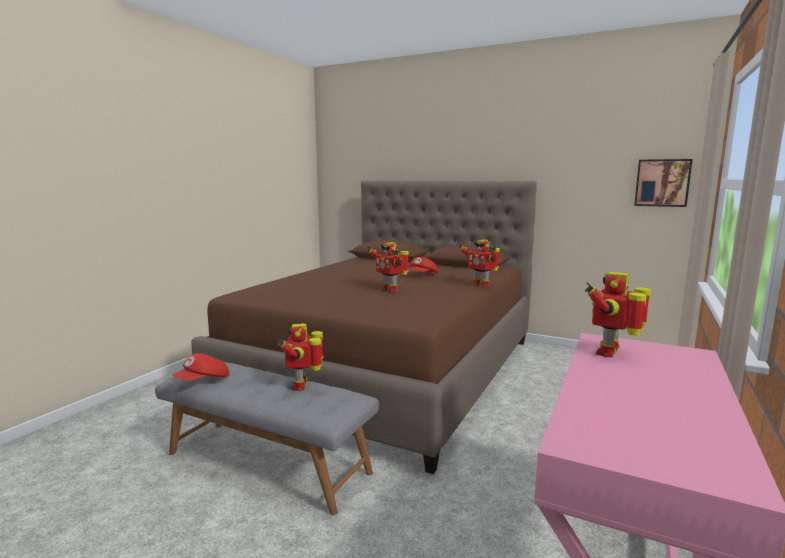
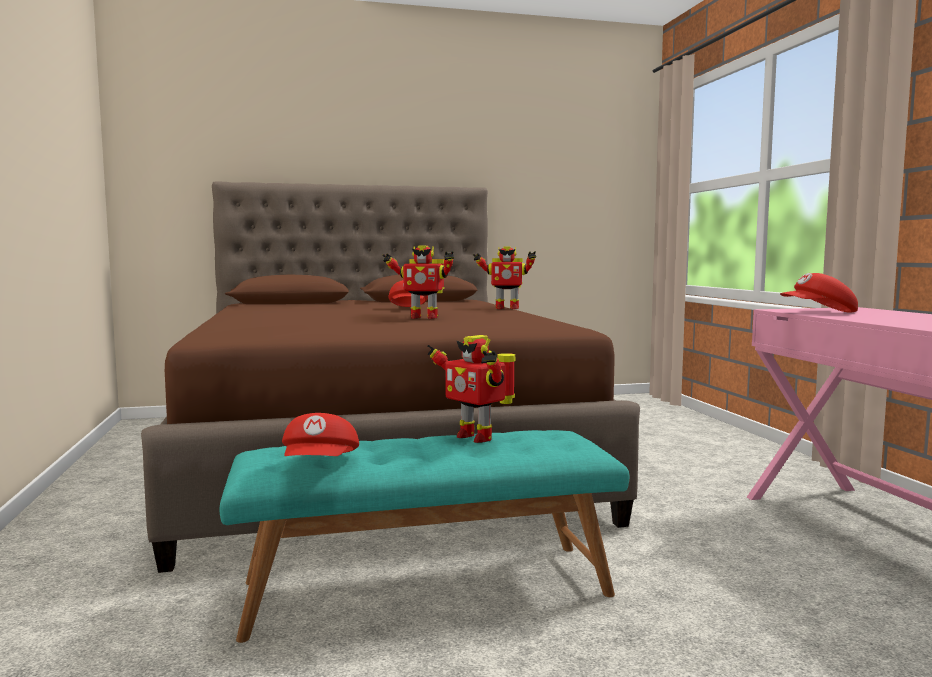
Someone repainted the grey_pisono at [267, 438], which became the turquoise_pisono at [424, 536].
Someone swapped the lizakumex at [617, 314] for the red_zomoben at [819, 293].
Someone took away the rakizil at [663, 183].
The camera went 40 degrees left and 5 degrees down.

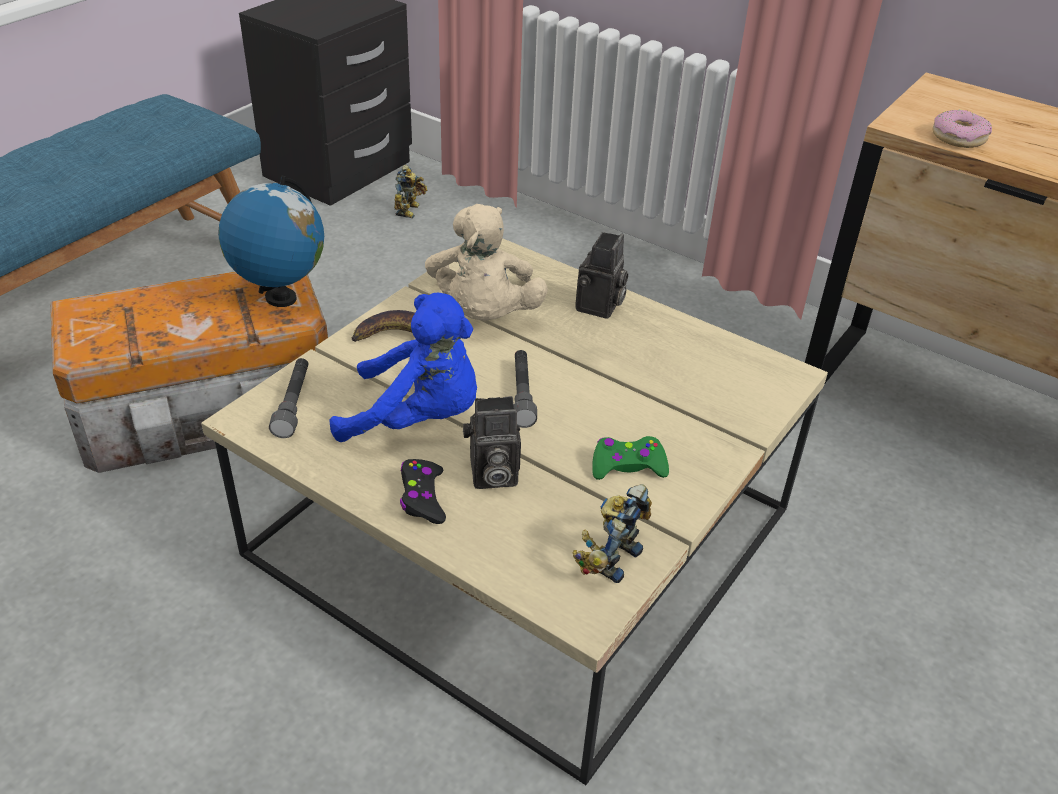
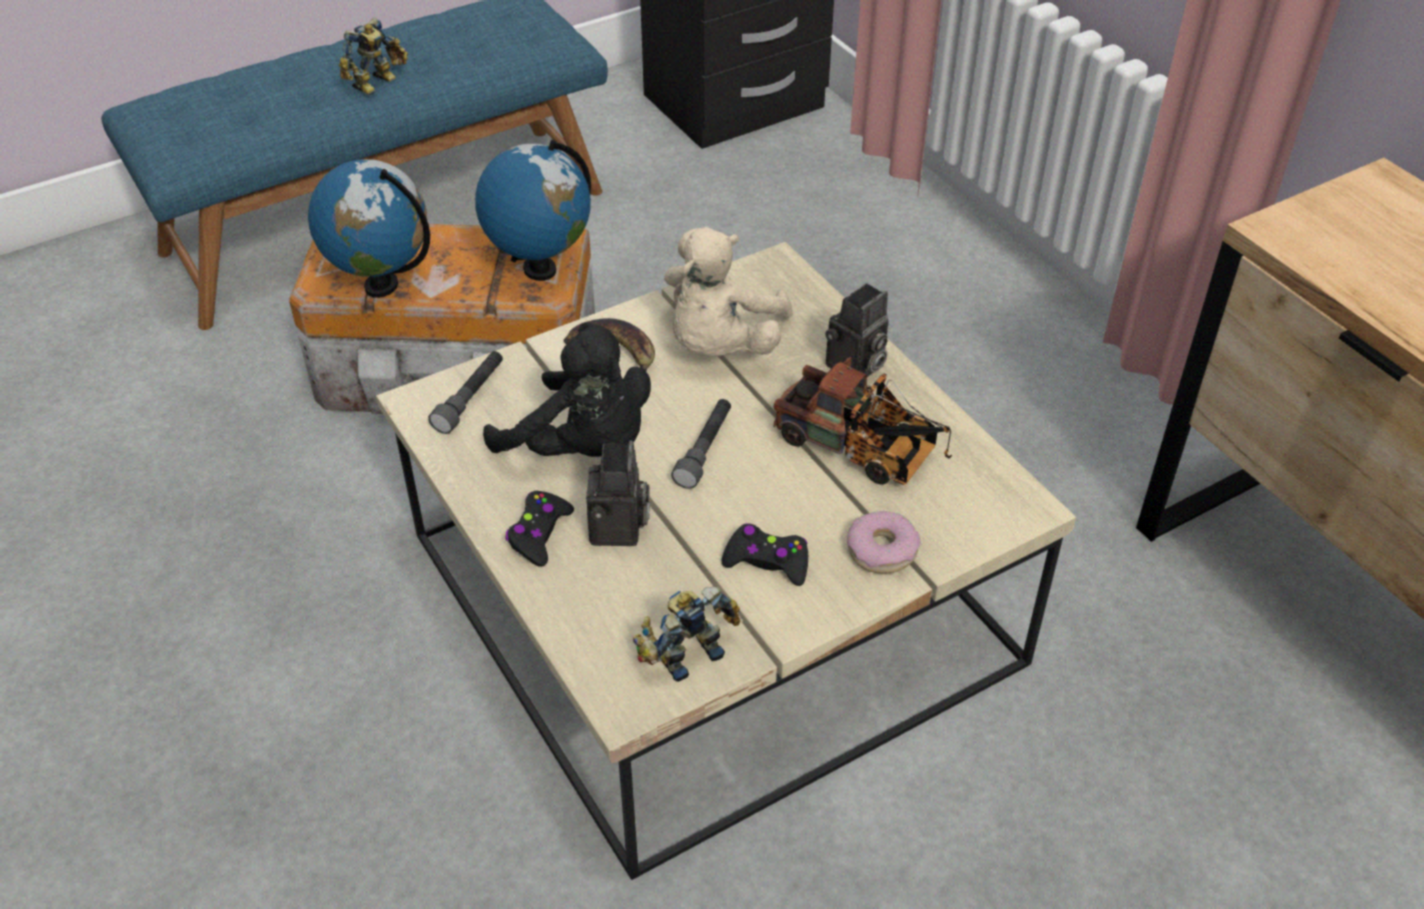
Someone put down the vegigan at [369, 228].
Someone carried the lizakumex from [411, 191] to [373, 57].
Someone repainted the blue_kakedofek at [403, 367], which became the black_kakedofek at [567, 389].
Someone rotated the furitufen at [492, 442] by 105 degrees counterclockwise.
Someone repainted the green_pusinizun at [630, 458], which became the black_pusinizun at [765, 554].
Someone put down the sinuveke at [863, 421].
Someone carried the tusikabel from [962, 129] to [884, 542].
The camera went 25 degrees right and 5 degrees up.

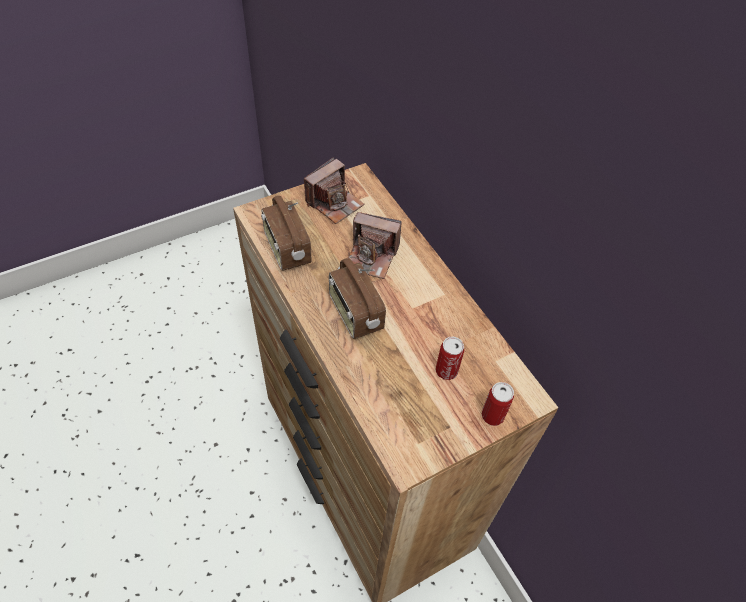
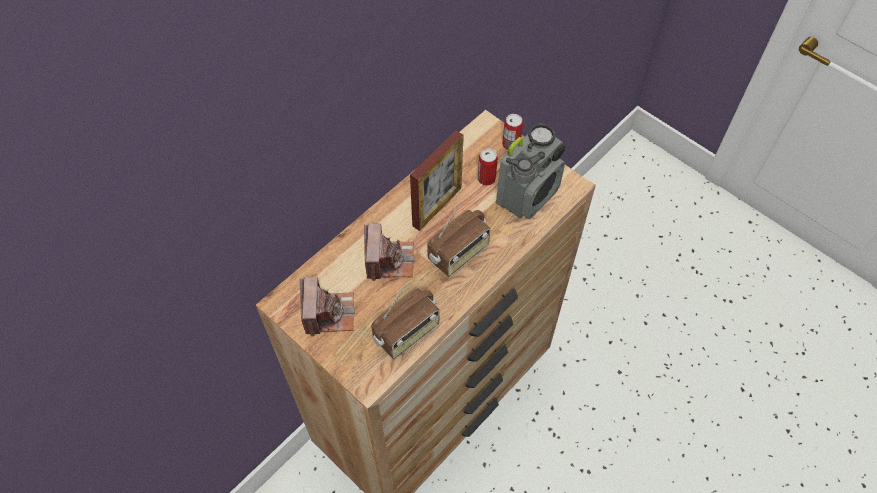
Someone rotated the furitufen at [334, 190] by 60 degrees clockwise.
Someone put down the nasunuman at [437, 180].
Someone put down the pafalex at [530, 171].
The camera went 105 degrees left and 5 degrees up.

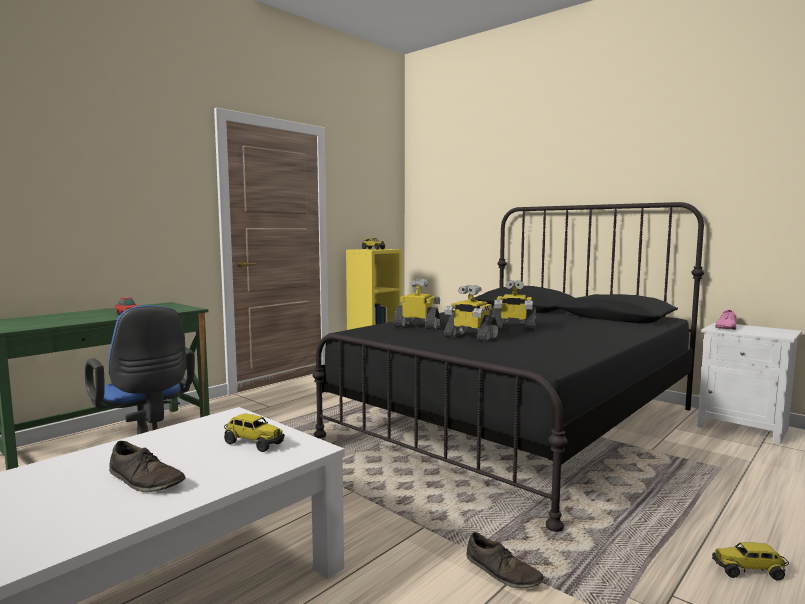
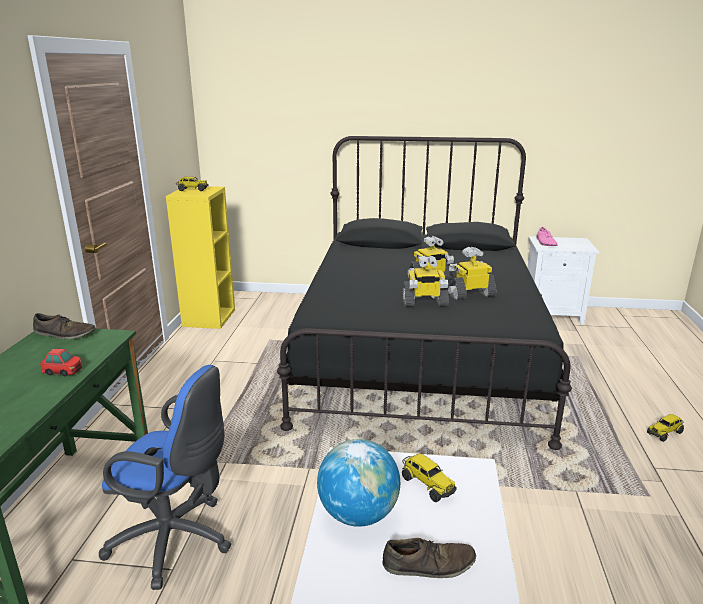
Someone carried the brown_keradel from [505, 560] to [64, 326].
Someone put down the vegigan at [358, 483].
Someone rotated the sinuveke at [254, 433] by 60 degrees clockwise.
Someone carried the lizakumex from [417, 304] to [472, 273].
The camera went 35 degrees left and 15 degrees up.

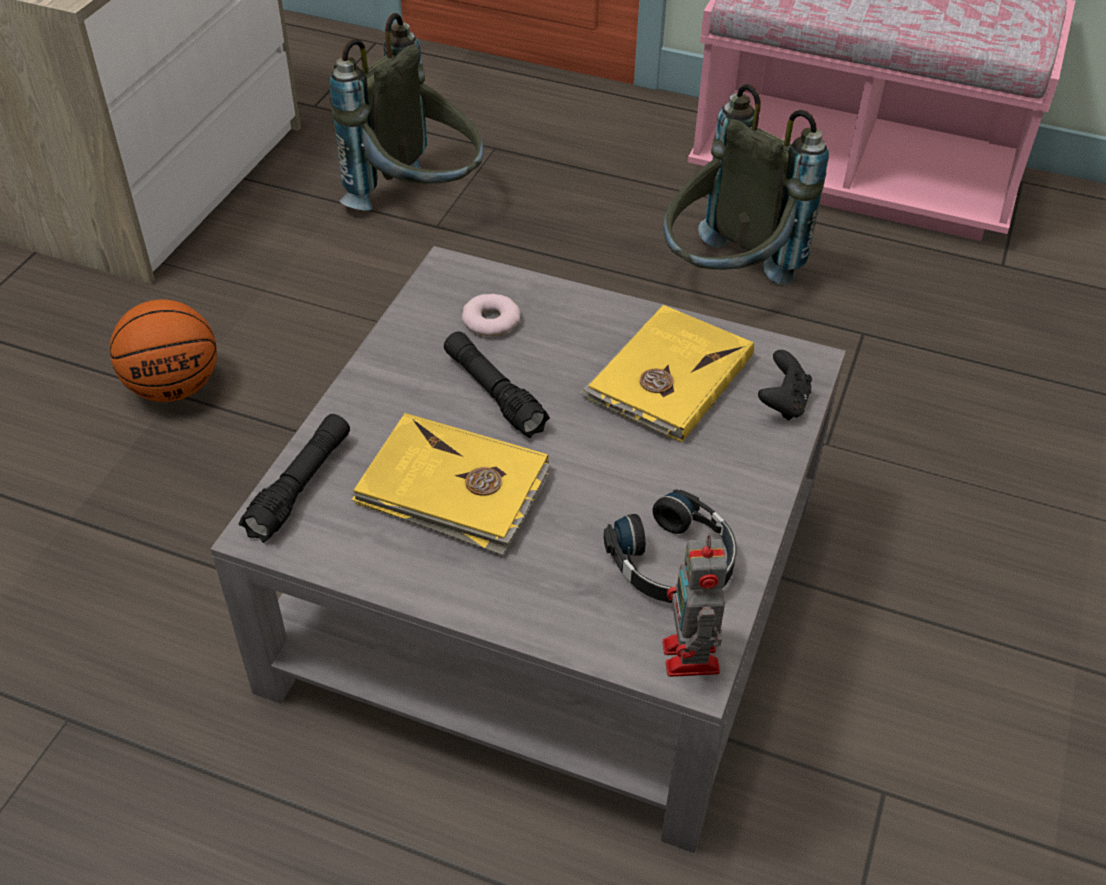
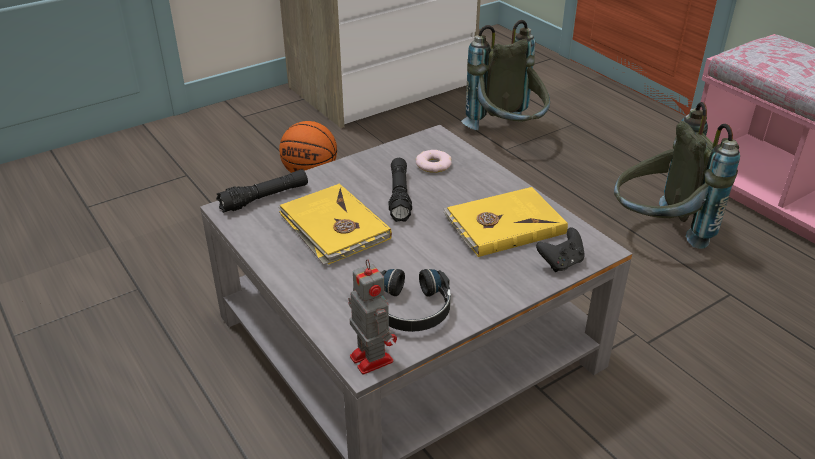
Someone rotated the lizakumex at [694, 606] by 120 degrees clockwise.
The camera went 35 degrees right and 10 degrees down.

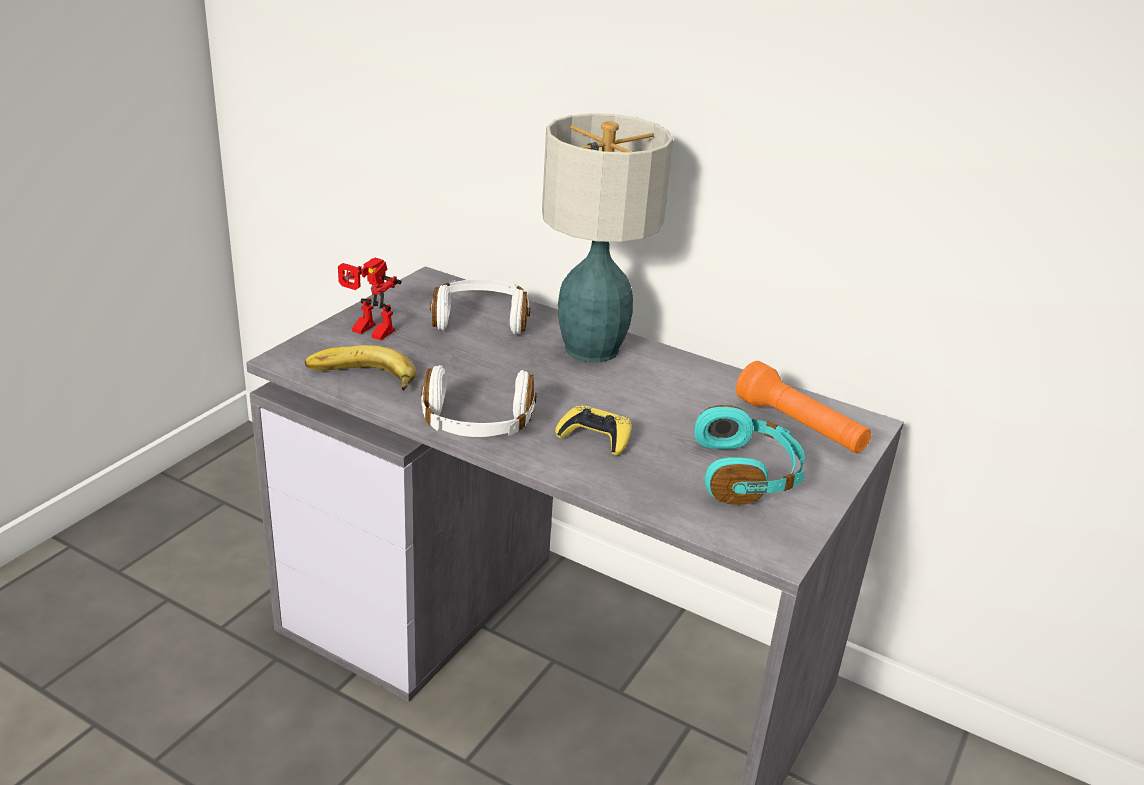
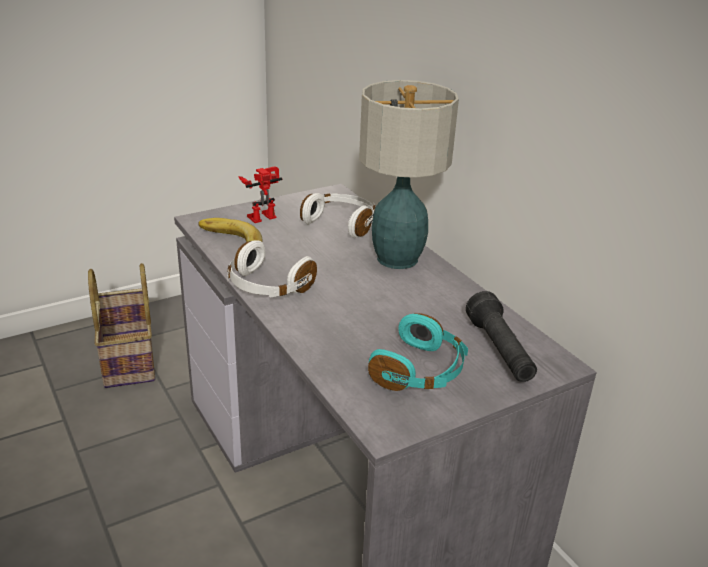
Someone put down the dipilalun at [121, 325].
Someone rotated the lizakumex at [369, 299] by 90 degrees clockwise.
Someone repainted the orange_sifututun at [803, 407], which became the black_sifututun at [501, 336].
Someone took away the yellow_pusinizun at [593, 430].
The camera went 30 degrees right and 0 degrees up.

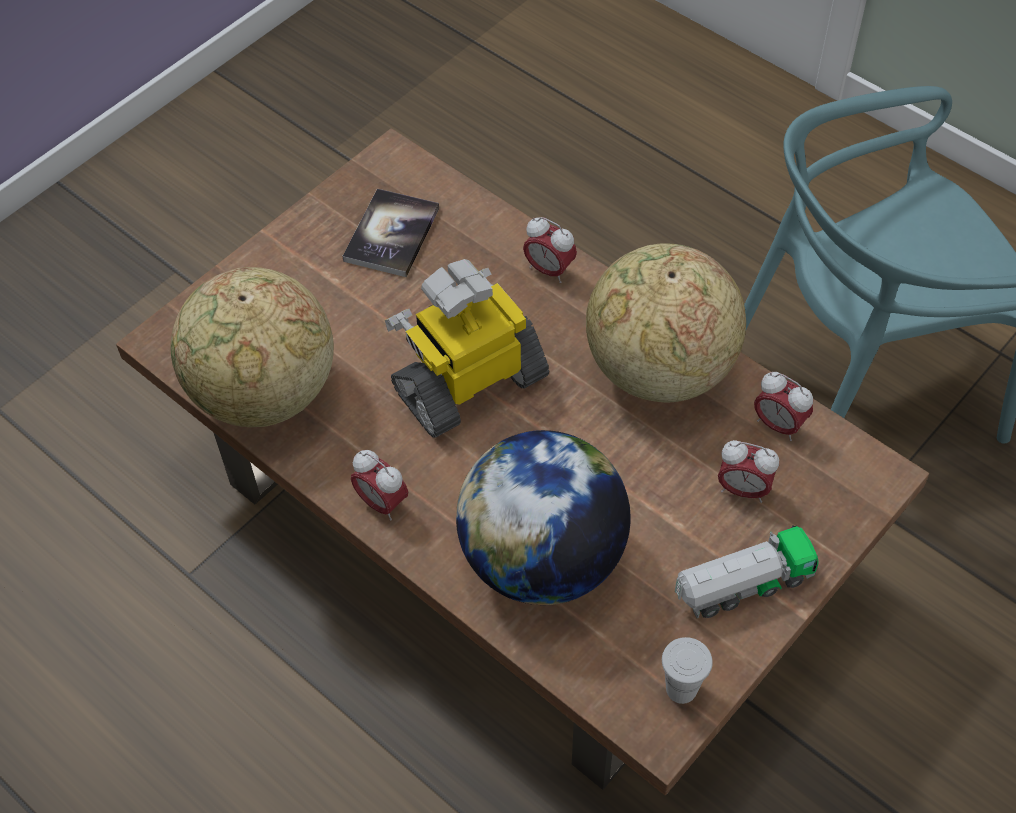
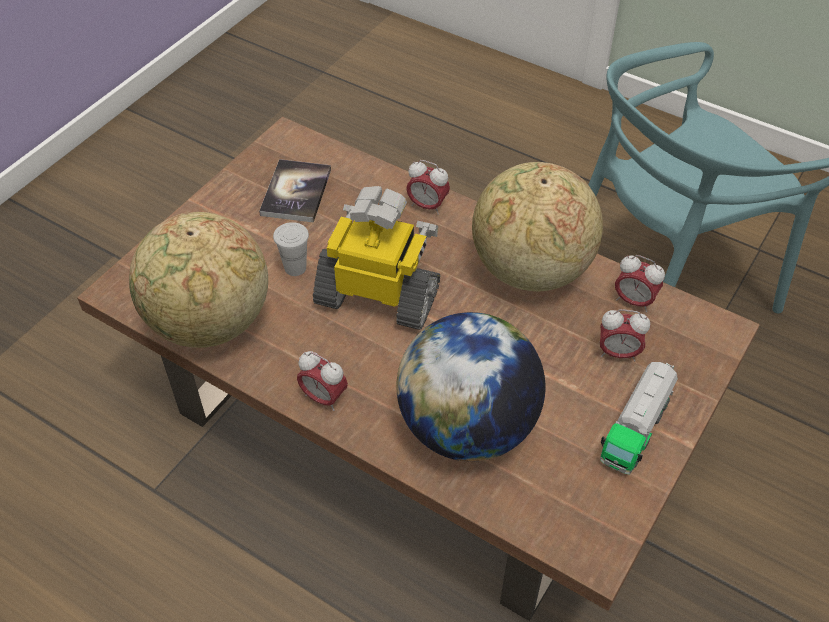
Someone carried the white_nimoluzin from [687, 670] to [291, 249].
Someone rotated the lizakumex at [467, 348] by 60 degrees clockwise.
Someone rotated the sinuveke at [746, 571] by 150 degrees clockwise.
The camera went 10 degrees left and 5 degrees down.

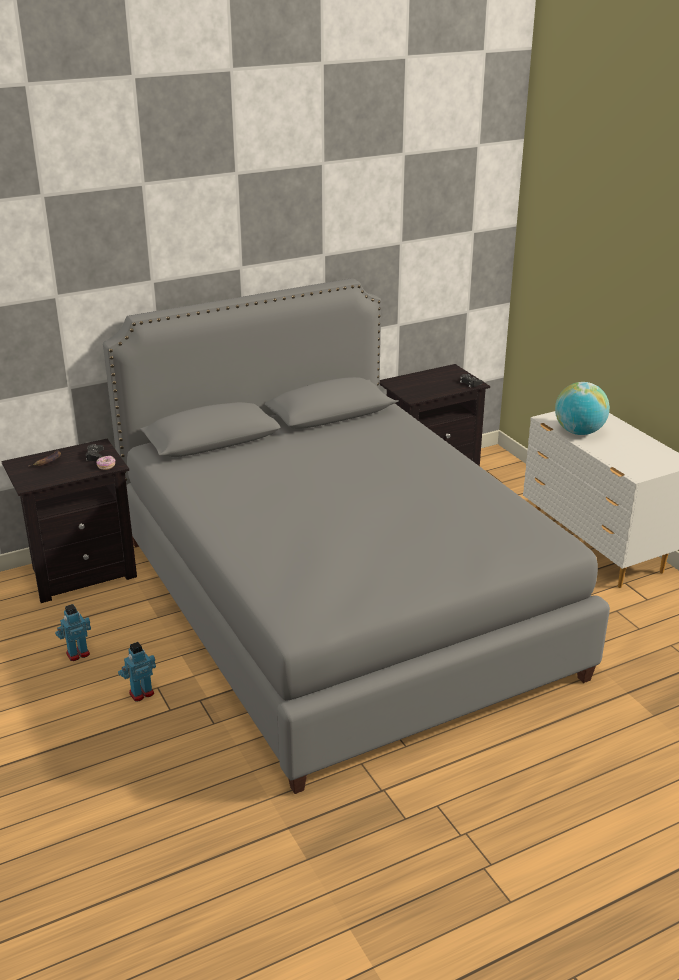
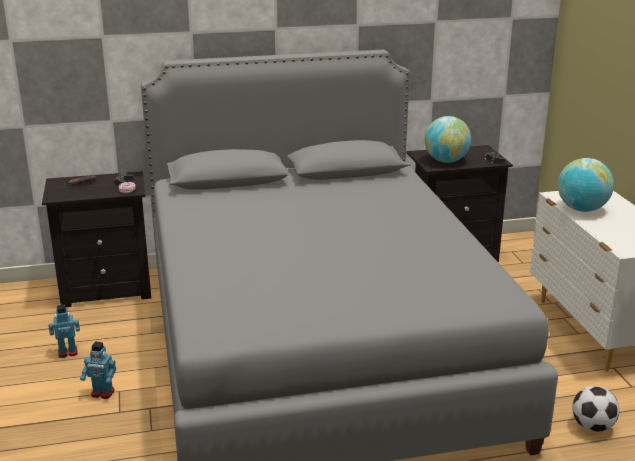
Someone rotated the lizakumex at [137, 671] by 150 degrees counterclockwise.
Someone put down the vegigan at [448, 139].
Someone put down the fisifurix at [596, 409].
The camera went 15 degrees right and 5 degrees down.

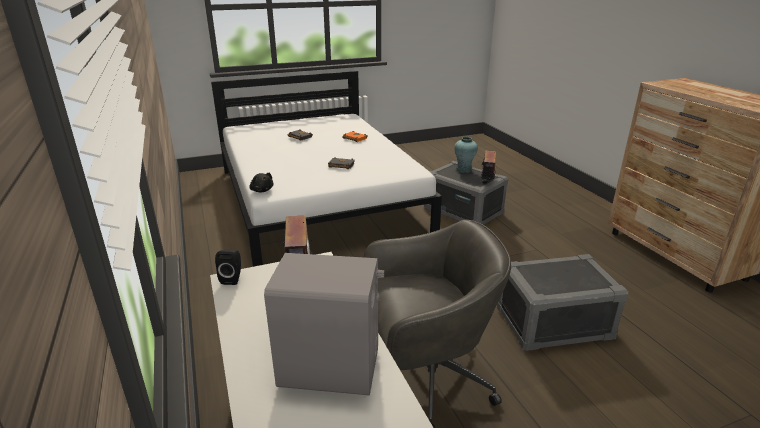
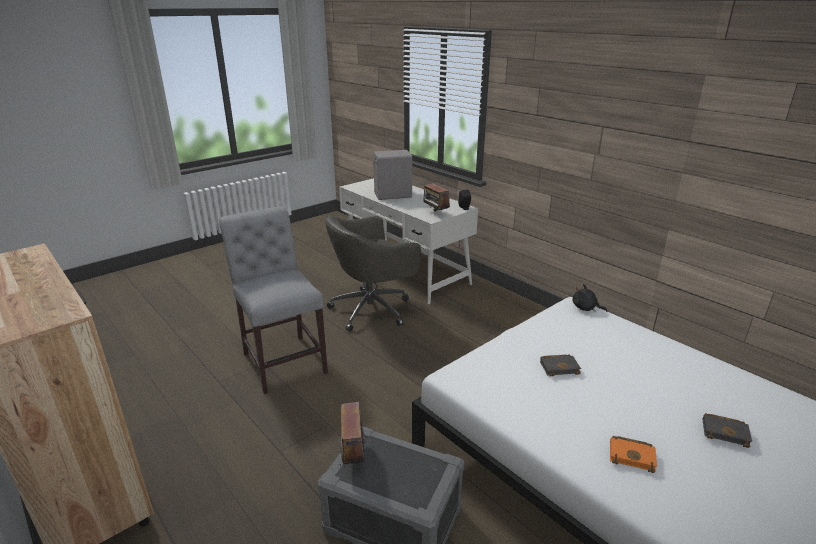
Someone swapped the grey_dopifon at [563, 302] for the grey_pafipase at [273, 300].
Someone took away the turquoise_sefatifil at [466, 155].
The camera went 160 degrees right and 0 degrees up.

